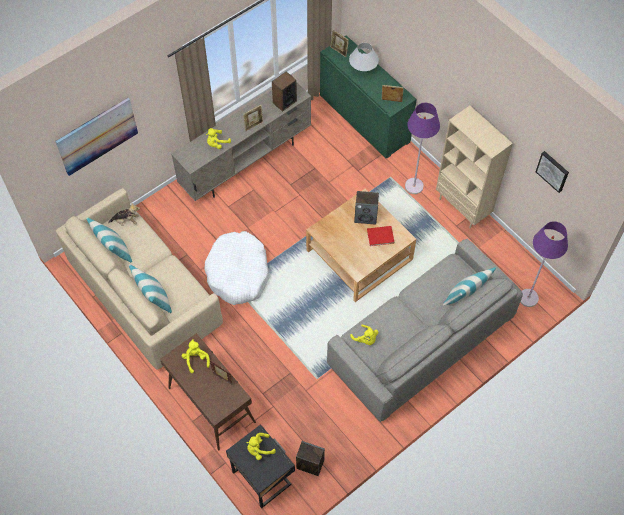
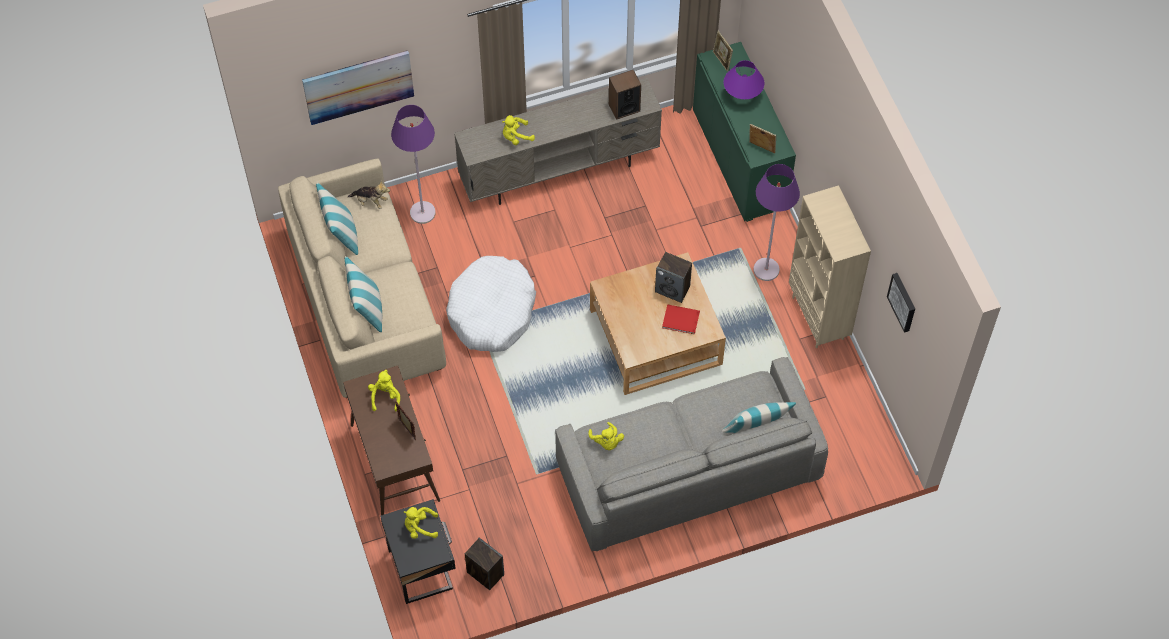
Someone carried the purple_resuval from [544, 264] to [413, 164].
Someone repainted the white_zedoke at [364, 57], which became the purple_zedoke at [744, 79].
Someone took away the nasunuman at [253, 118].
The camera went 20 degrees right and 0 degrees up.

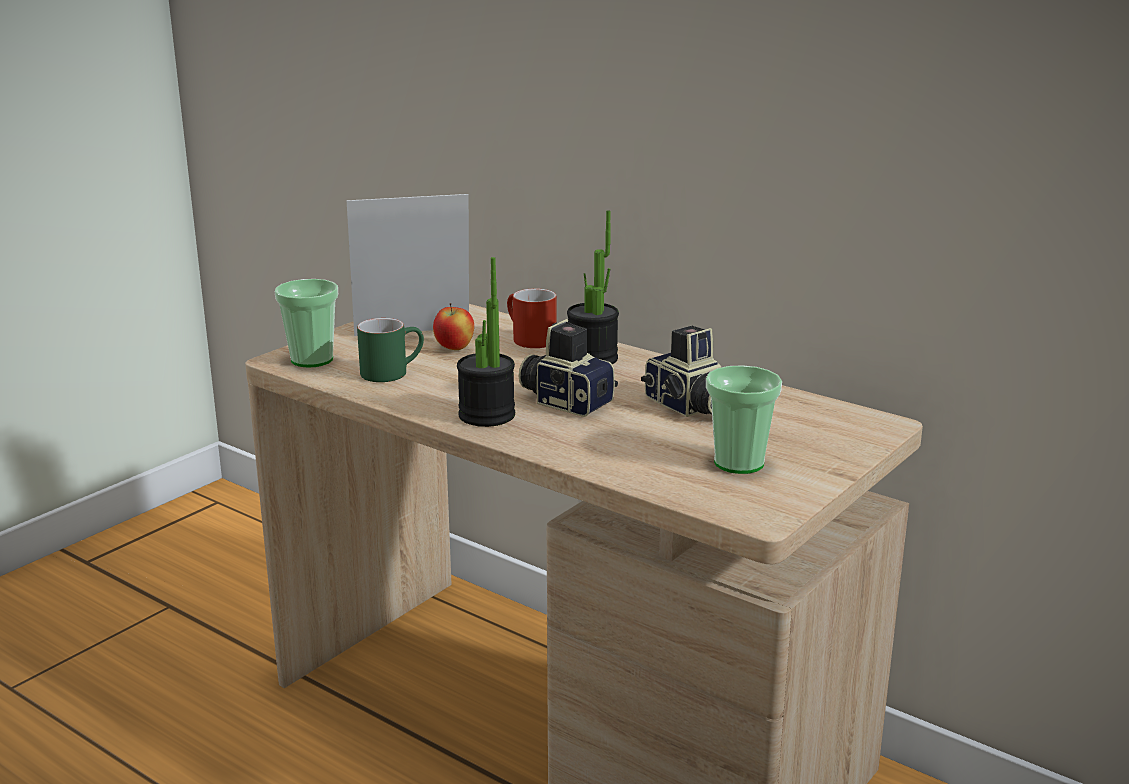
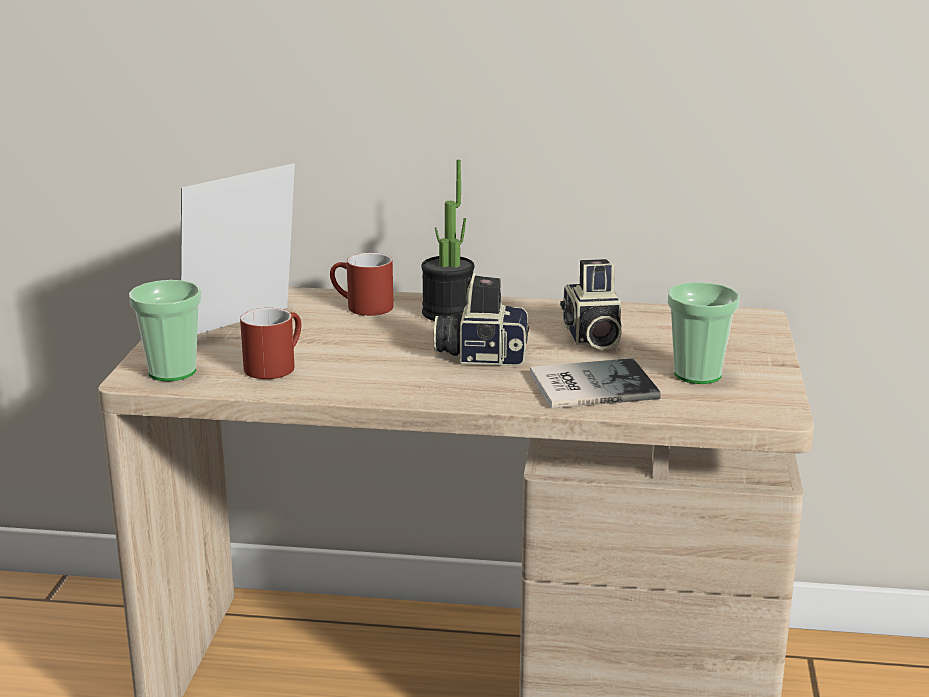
Someone repainted the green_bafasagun at [390, 350], which became the red_bafasagun at [270, 343].
Someone put down the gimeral at [595, 383].
Someone rotated the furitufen at [681, 371] by 60 degrees clockwise.
Someone took away the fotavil at [453, 326].
Someone took away the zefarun at [486, 342].
The camera went 30 degrees left and 0 degrees up.

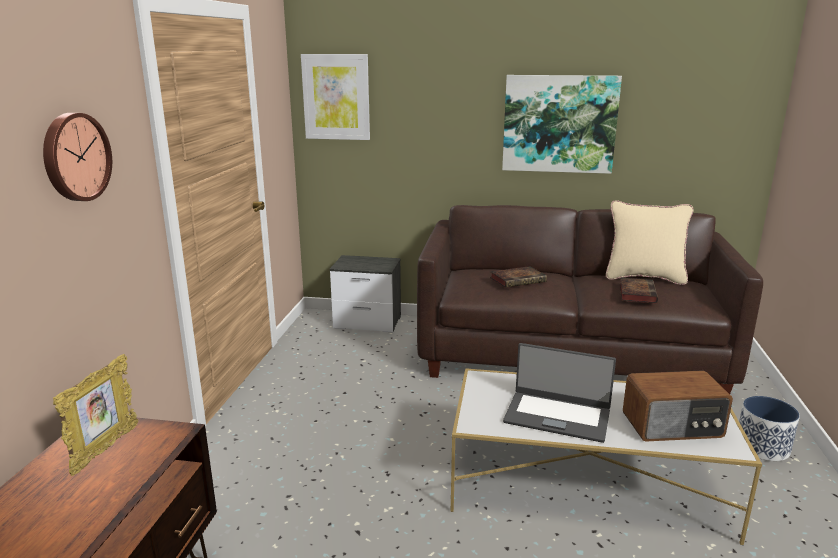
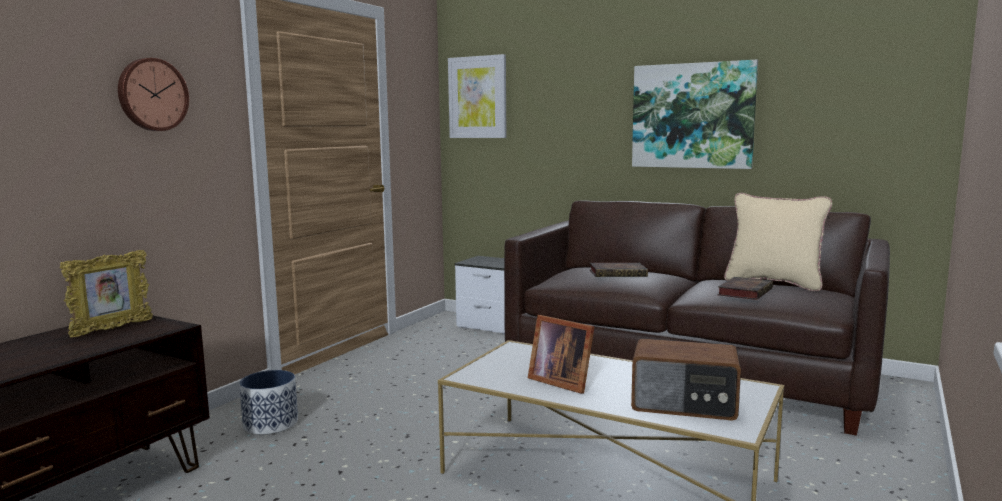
Someone carried the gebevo from [769, 428] to [268, 402].
Someone swapped the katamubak at [559, 393] for the nasunuman at [561, 354].
The camera went 20 degrees right and 10 degrees down.

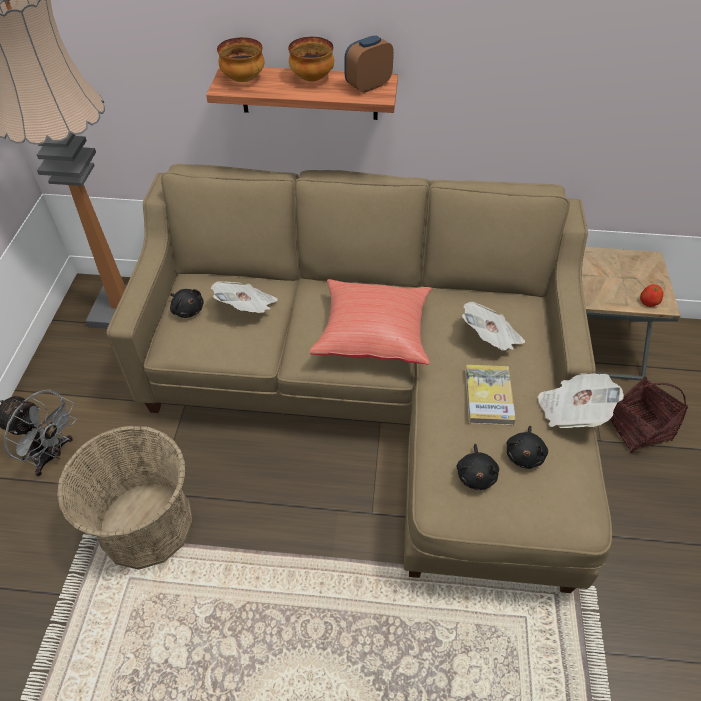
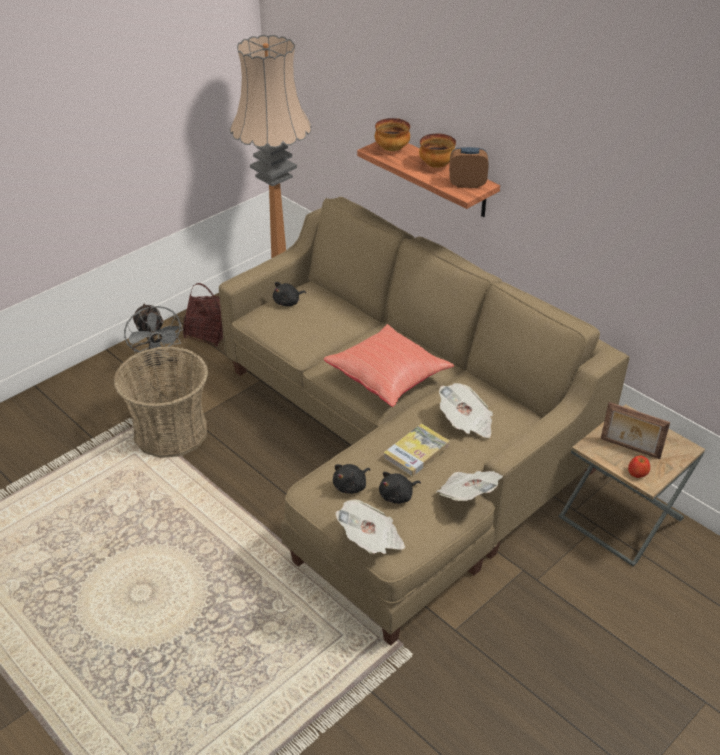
Someone carried the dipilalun from [649, 414] to [203, 315].
Someone rotated the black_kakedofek at [187, 303] by 60 degrees clockwise.
Someone carried the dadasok from [244, 297] to [370, 526].
Someone put down the nasunuman at [635, 430].
The camera went 40 degrees right and 10 degrees down.

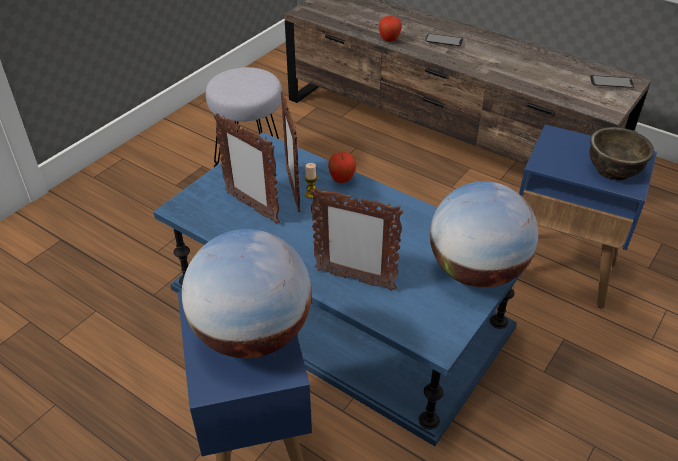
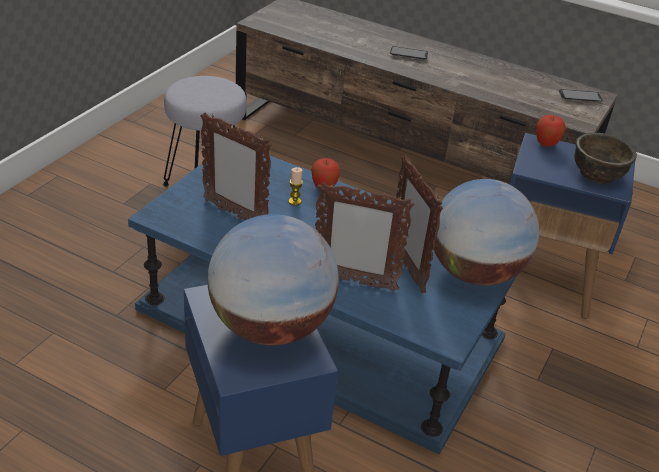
Someone carried the nasunuman from [291, 151] to [419, 224].
Someone carried the fotavil from [390, 29] to [551, 131].
The camera went 10 degrees left and 5 degrees down.

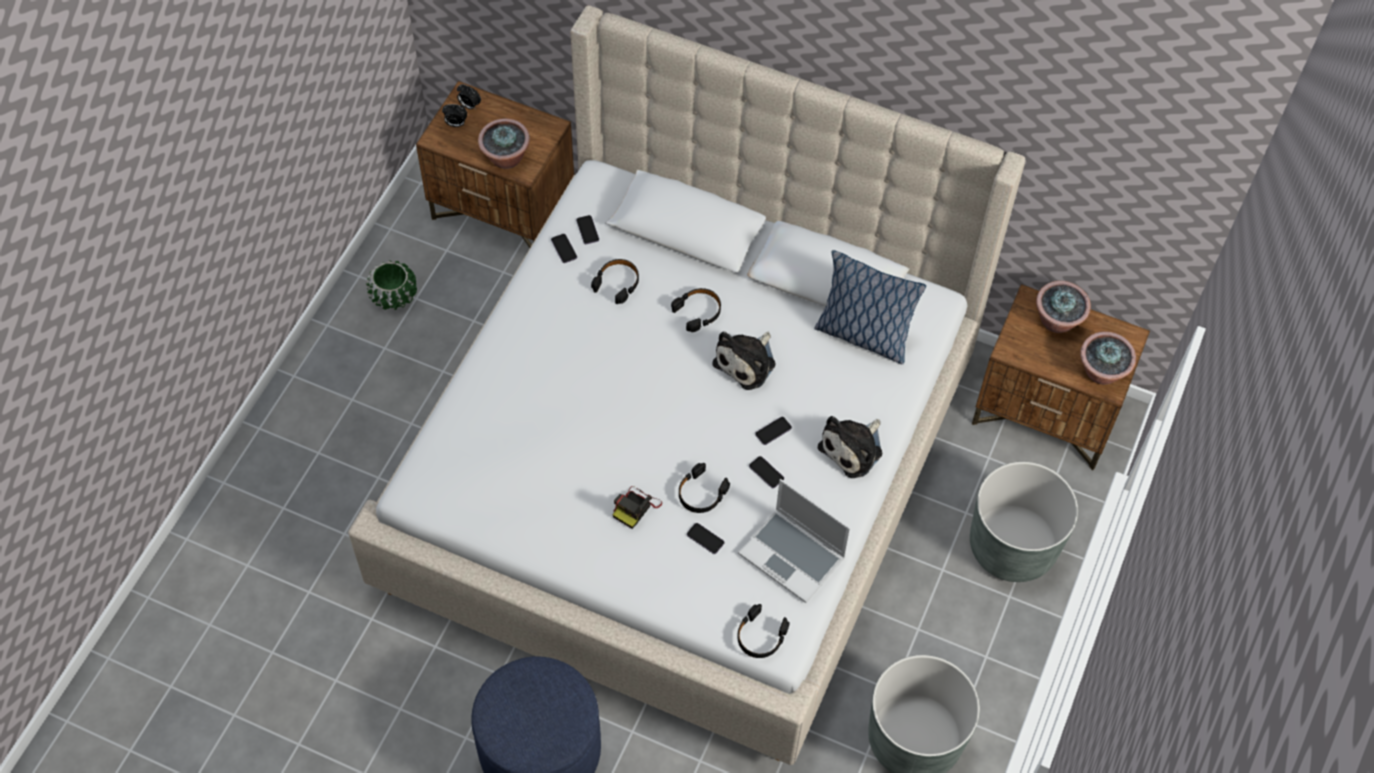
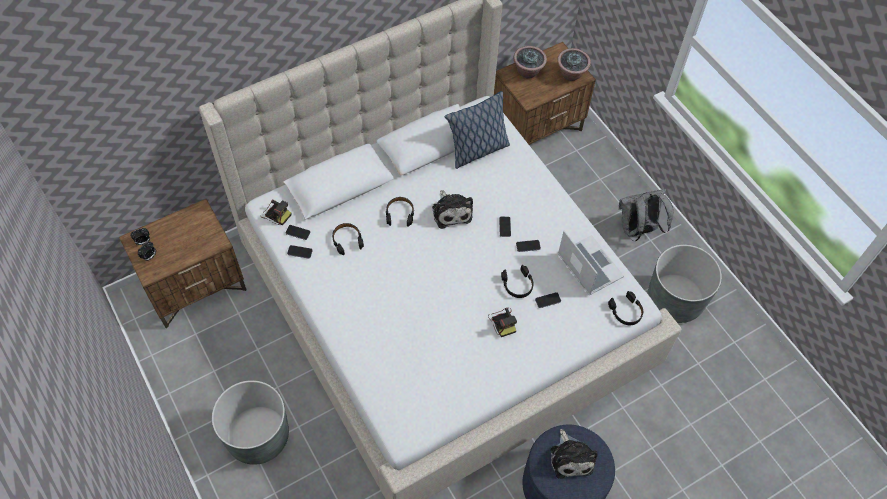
Someone carried the grey_gebevo from [1024, 522] to [250, 422].
Someone put down the furitufen at [276, 212].
Someone carried the kakedofek from [850, 447] to [574, 454].
Someone rotated the katamubak at [794, 541] by 105 degrees counterclockwise.
Someone put down the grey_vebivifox at [646, 215].
Someone took away the green_gebevo at [391, 285].
Someone took away the zefarun at [504, 143].
The camera went 55 degrees left and 0 degrees up.

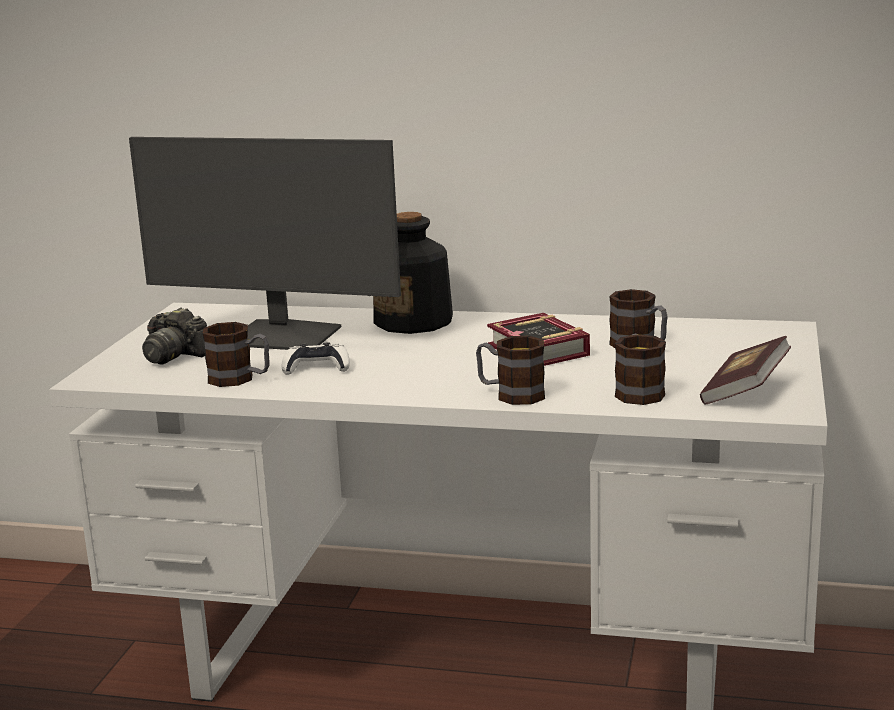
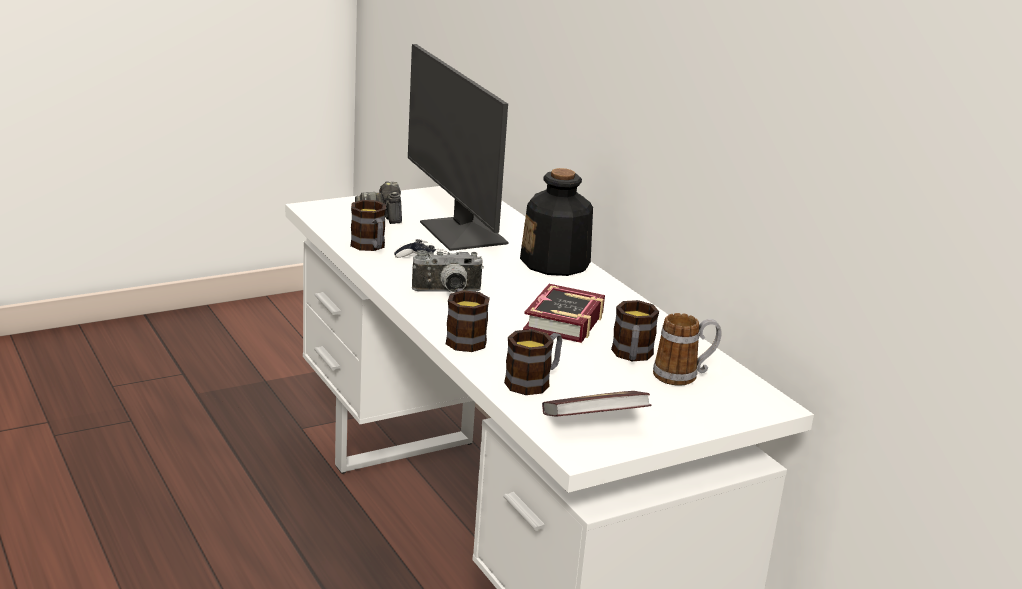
Someone put down the furitufen at [448, 271].
Someone put down the bafasagun at [687, 349].
The camera went 45 degrees right and 5 degrees up.

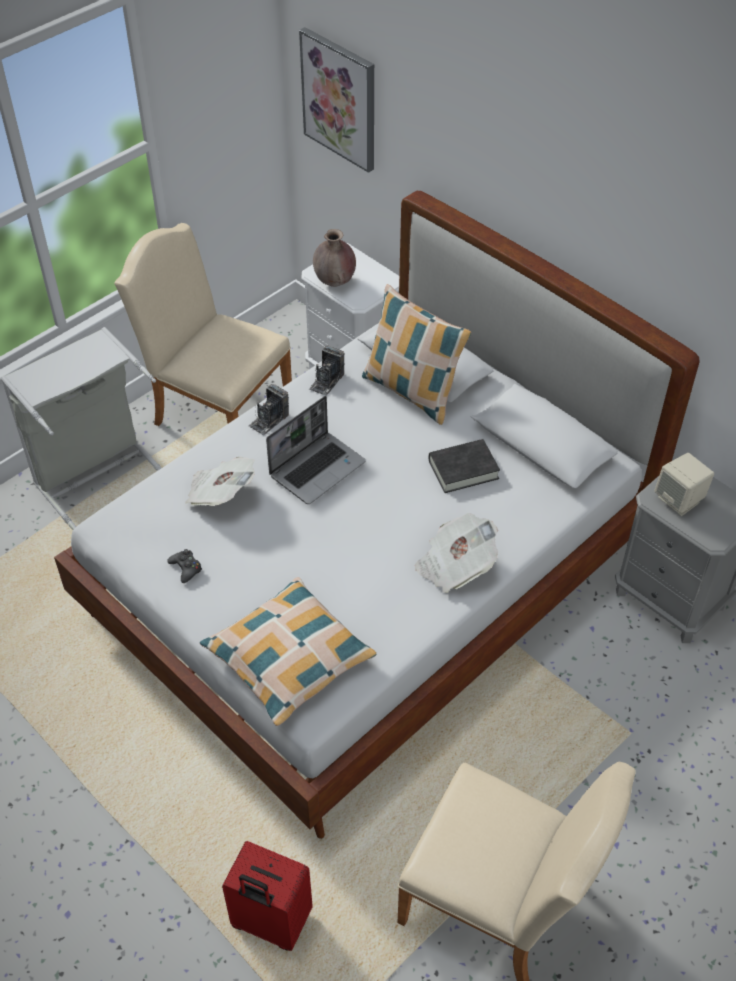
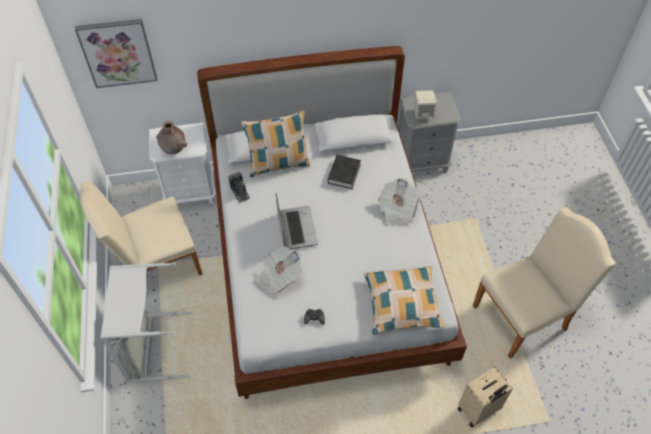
Someone repainted the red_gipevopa at [267, 896], which became the beige_gipevopa at [485, 397].
Someone took away the furitufen at [269, 409].
The camera went 55 degrees left and 5 degrees up.

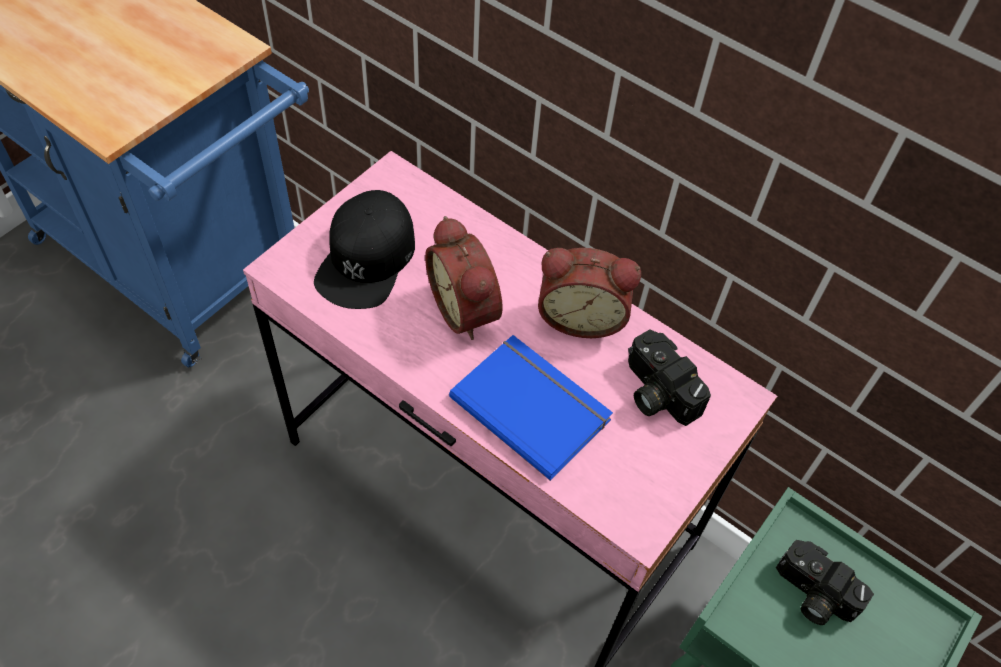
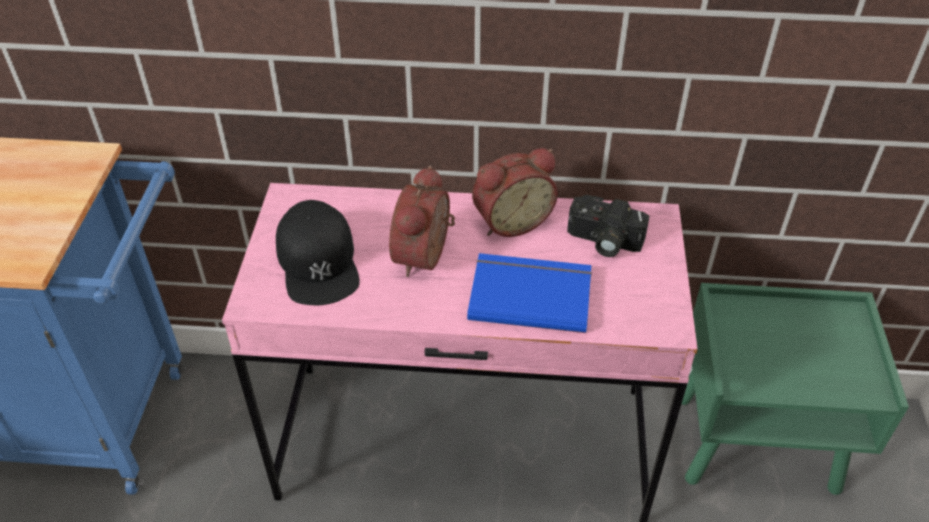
Someone rotated the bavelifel at [464, 278] by 75 degrees clockwise.
Someone took away the furitufen at [825, 582].
The camera went 30 degrees left and 10 degrees down.

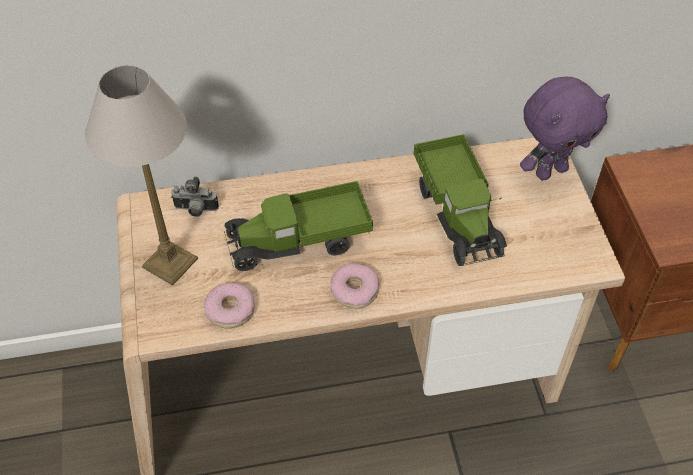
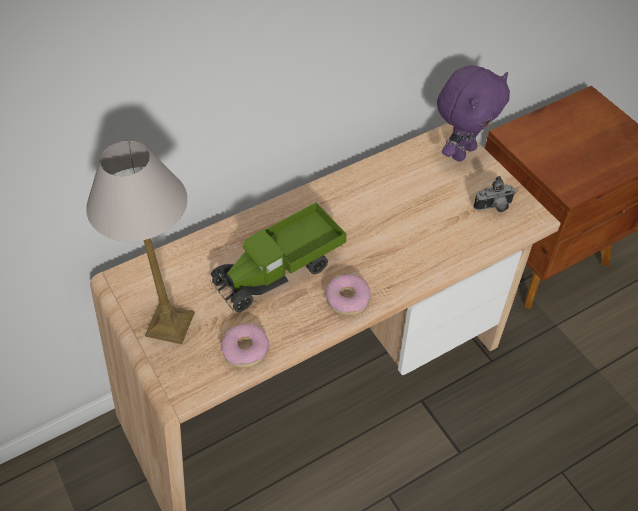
Someone carried the furitufen from [195, 196] to [495, 194].
Someone took away the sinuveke at [460, 200].
The camera went 20 degrees left and 0 degrees up.

